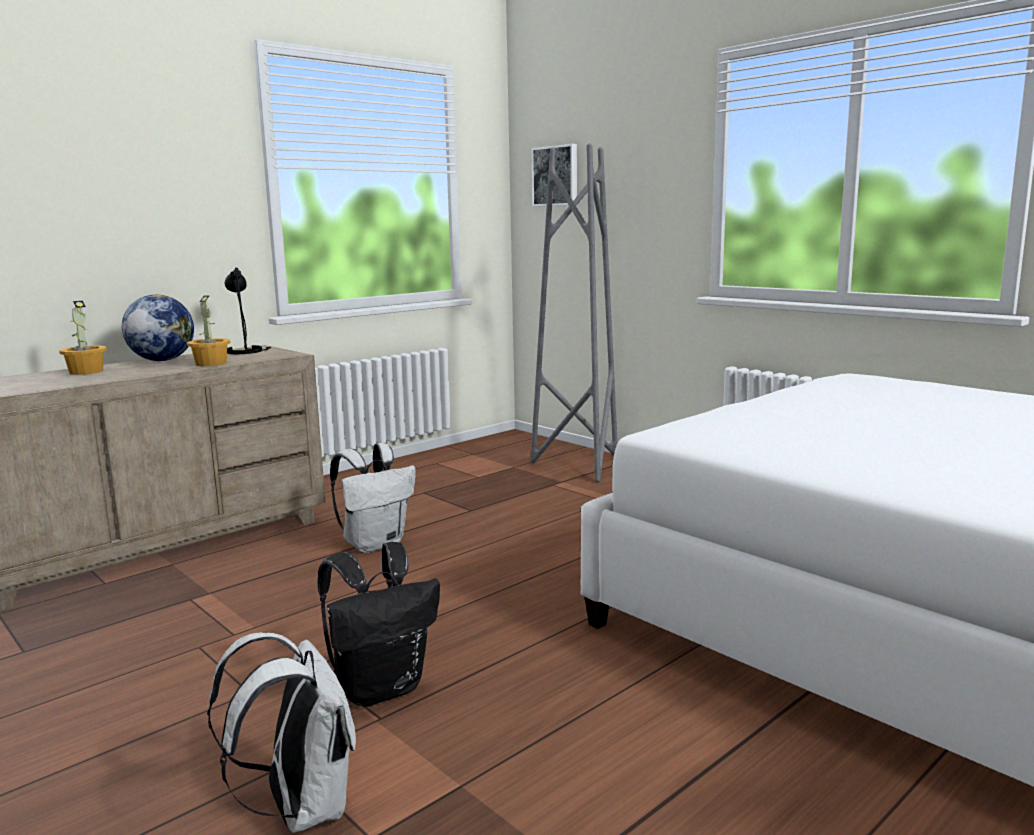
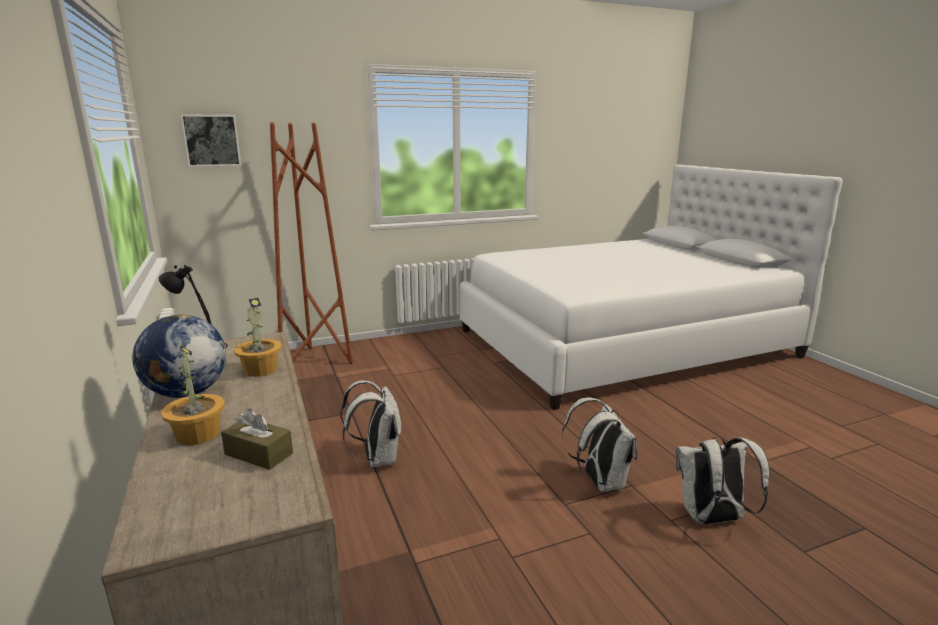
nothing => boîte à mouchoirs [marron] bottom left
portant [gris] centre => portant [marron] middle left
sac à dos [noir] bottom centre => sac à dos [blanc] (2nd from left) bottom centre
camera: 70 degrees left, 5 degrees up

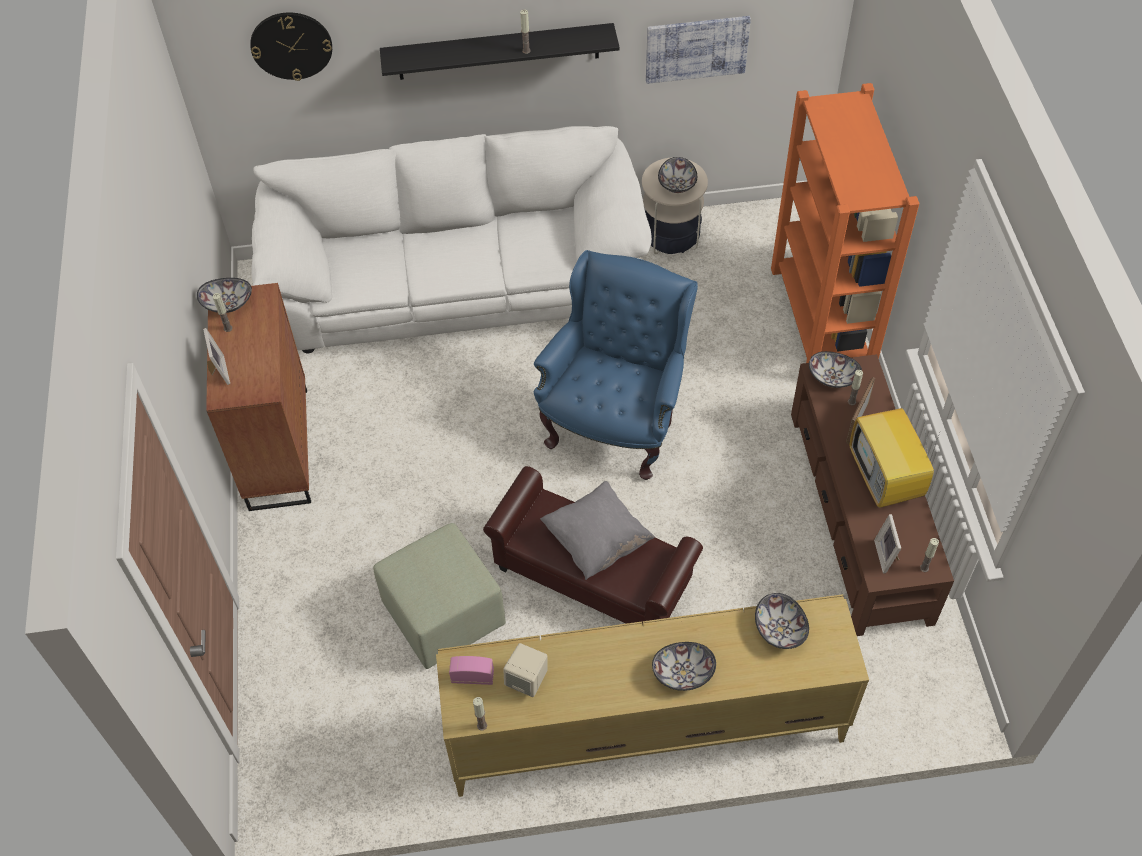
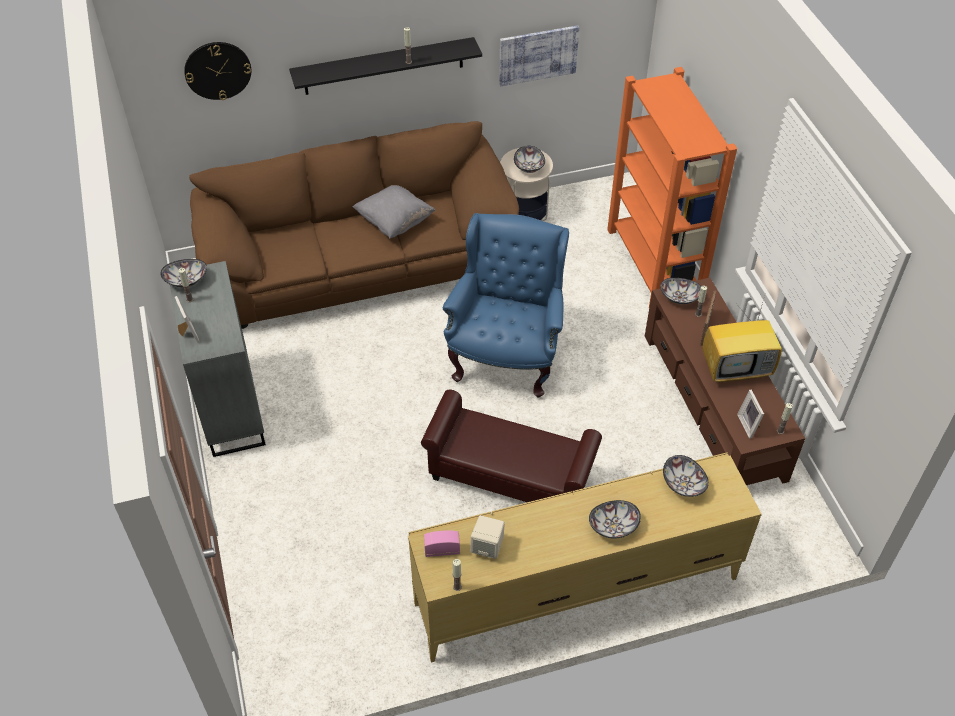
commode [marron] middle left => commode [gris] middle left
canapé [blanc] top centre => canapé [marron] top centre
coussin [gris] centre => coussin [gris] top centre, moved
téléviseur middle right, 75 degrees counterclockwise
pouf [vert] bottom centre => nothing
camera: 10 degrees left, 5 degrees down

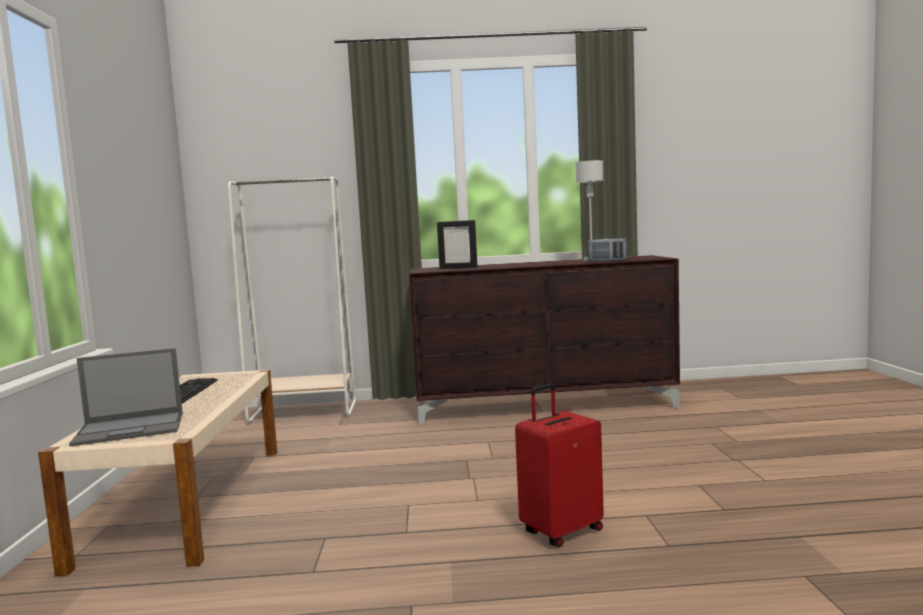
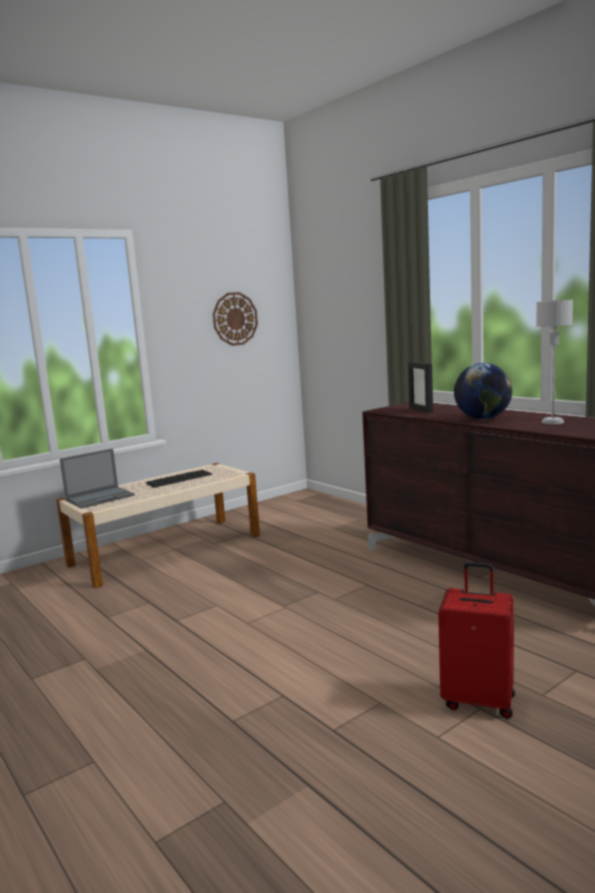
ordinateur portable middle left, 75 degrees counterclockwise
nothing => horloge murale centre
valise [rouge] bottom centre => valise [rouge] bottom right, moved
nothing => globe middle right
portant middle left => nothing
radio centre => nothing
camera: 55 degrees right, 5 degrees up

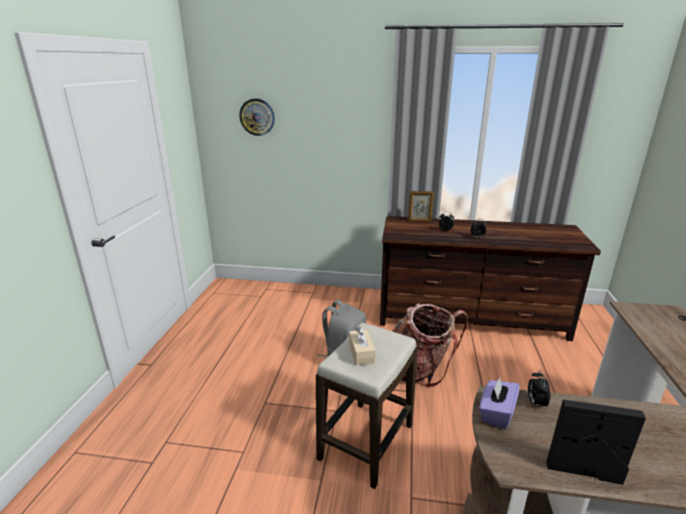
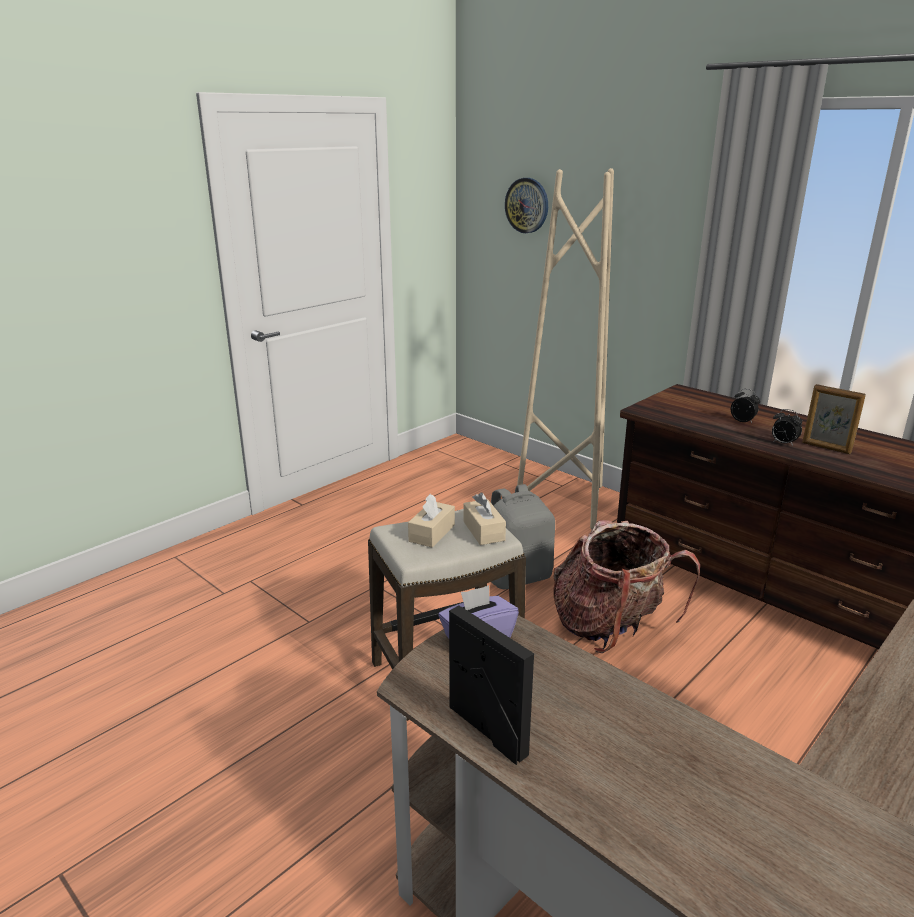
nothing => boîte à mouchoirs [beige] (2nd from left) centre
nothing => portant [beige] centre
cadre photo (1st from left in the first image) centre => cadre photo (2nd from left) middle right, moved
réveil (3rd from left) bottom right => nothing
camera: 35 degrees right, 0 degrees up

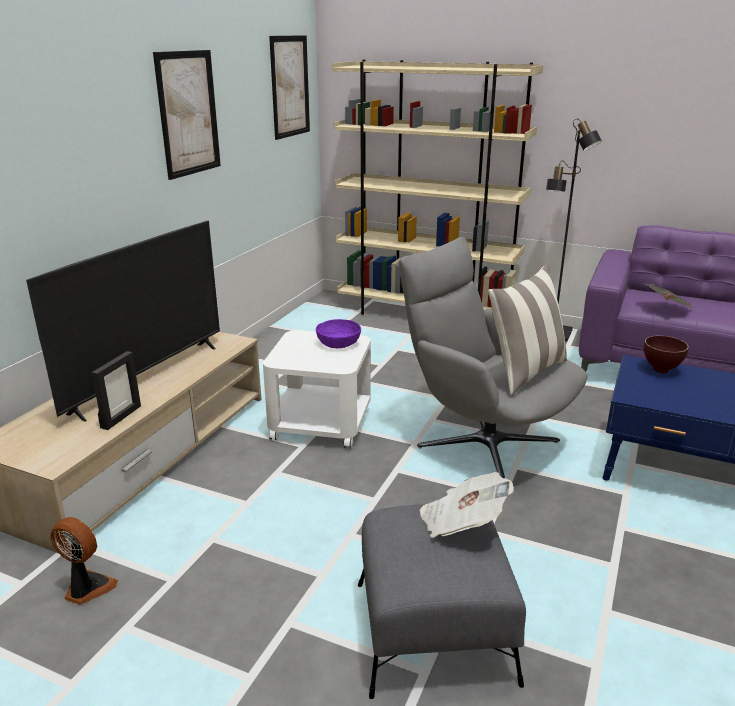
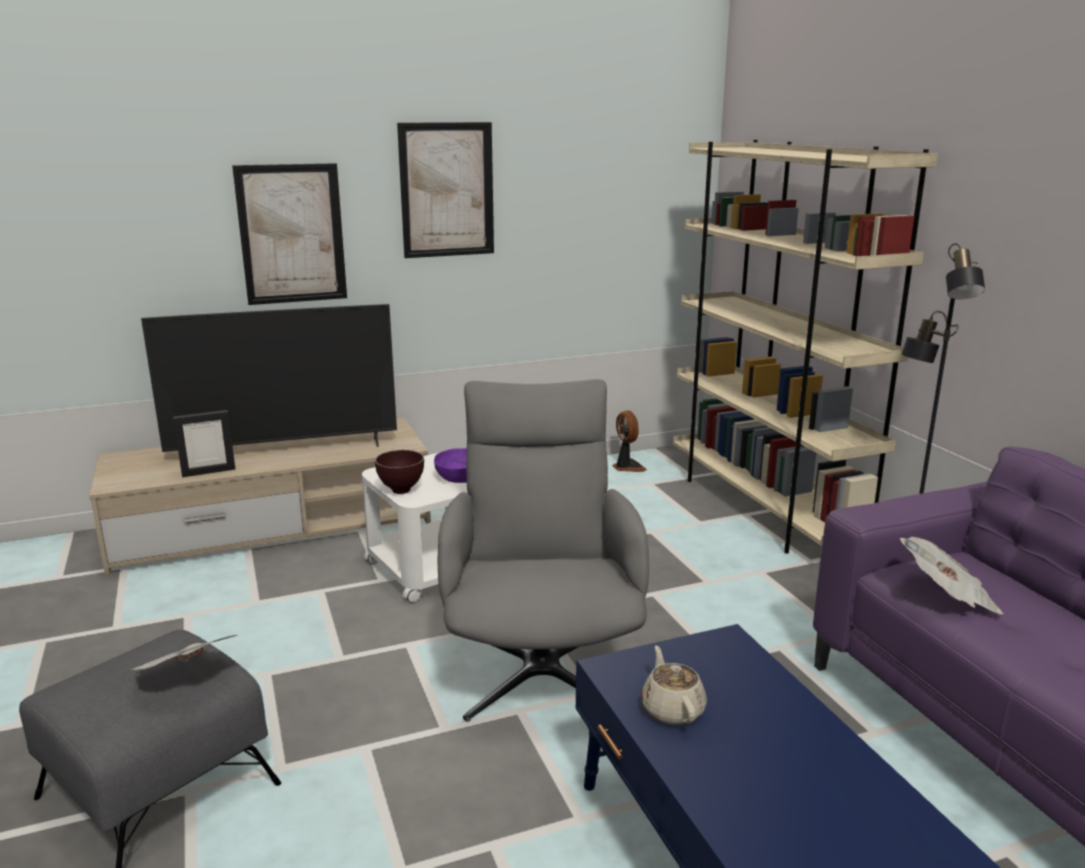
tableau (2nd from left in the first image) top centre => tableau (1st from left) top left, moved
bol [marron] middle right => bol [marron] centre, moved
ventilateur bottom left => ventilateur centre, moved
nothing => théière [beige] bottom centre
coussin middle right => nothing
camera: 45 degrees right, 5 degrees down

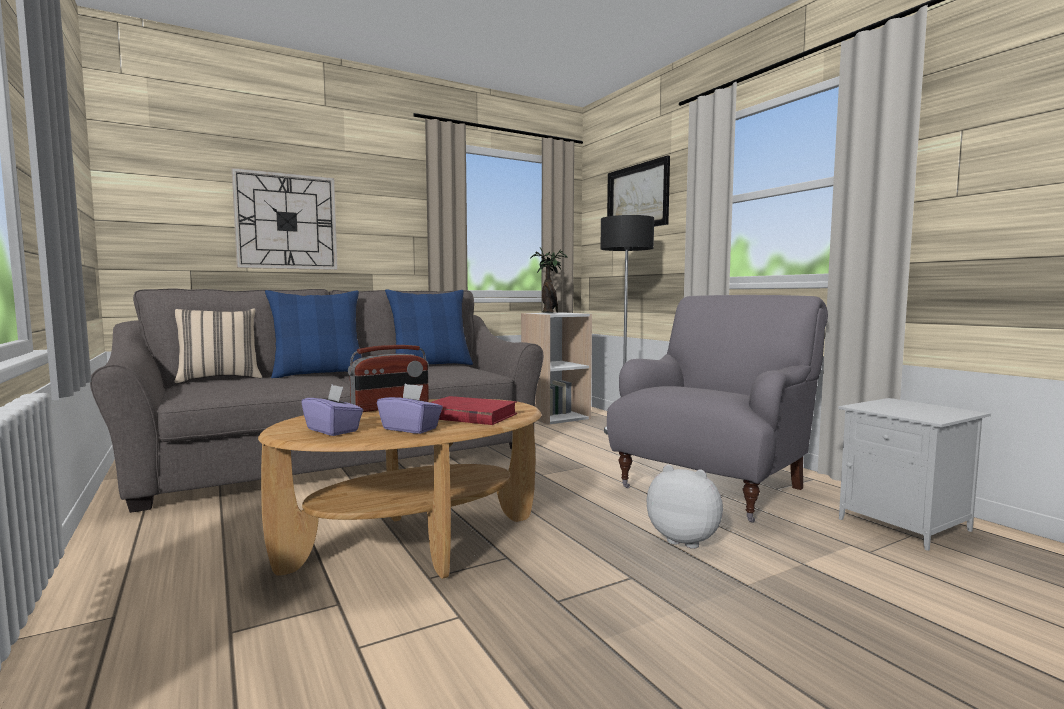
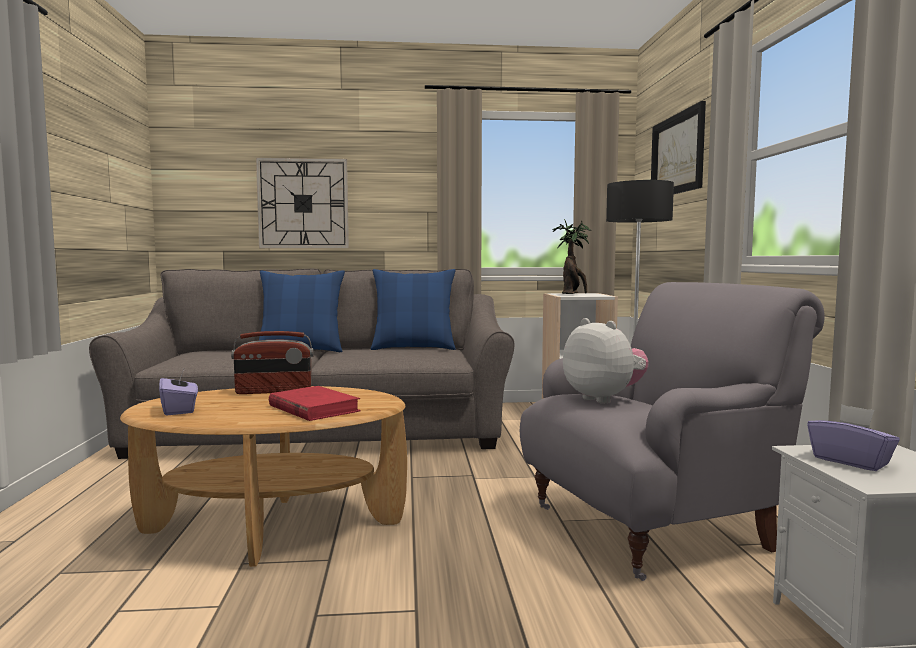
peluche bottom centre => peluche centre, moved
boîte à mouchoirs [violet] (2nd from left) centre => boîte à mouchoirs [violet] (2nd from left) bottom right, moved
coussin [beige] middle left => nothing
camera: 25 degrees right, 0 degrees up

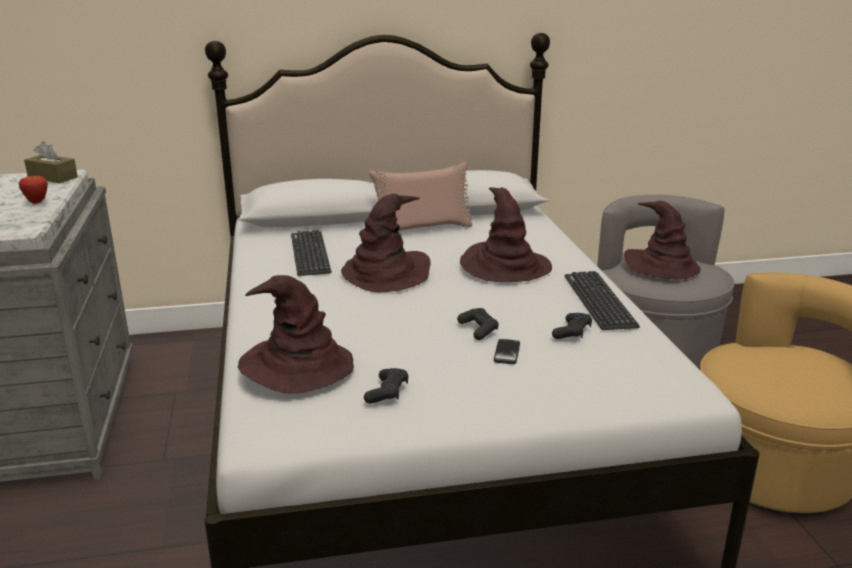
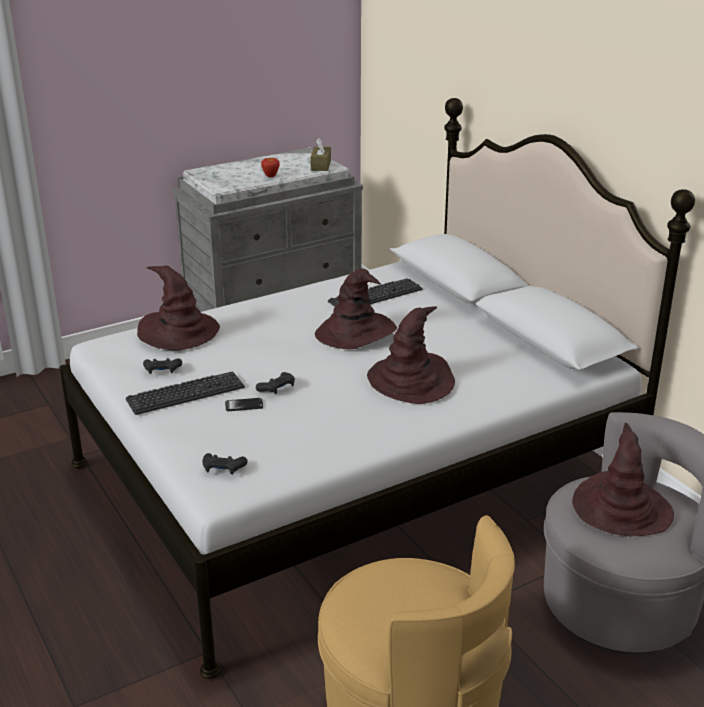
clavier (2nd from left in the first image) middle right => clavier (1st from left) middle left, moved
manette [noir] (3rd from left in the first image) middle right => manette [noir] (2nd from left) middle left, moved
coussin [beige] centre => nothing
camera: 70 degrees right, 5 degrees up

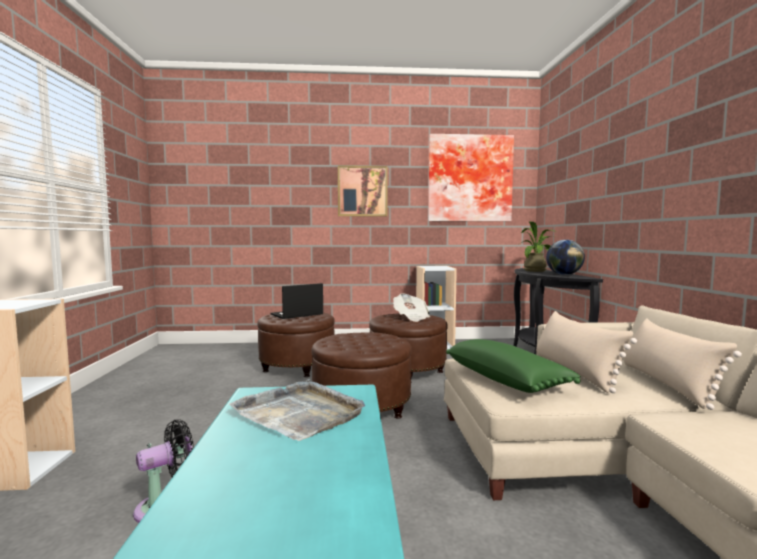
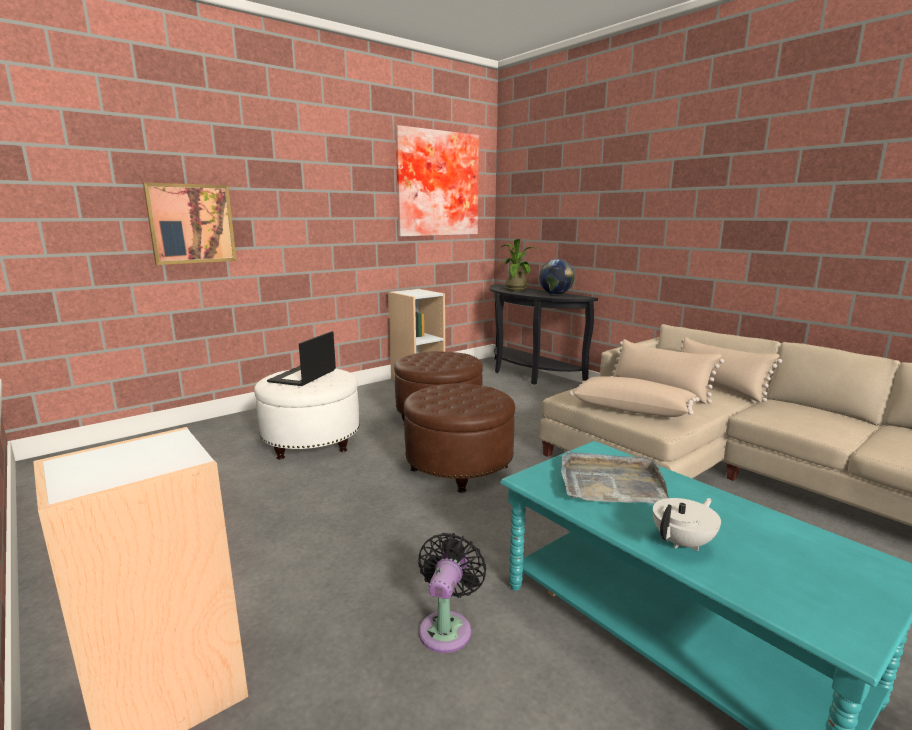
tableau (1st from left) centre => tableau (1st from left) top left, moved
pouf [marron] (1st from left) centre => pouf [blanc] centre
coussin [vert] middle right => coussin [beige] (1st from left) middle right
nothing => théière [blanc] bottom right
journal centre => nothing
camera: 35 degrees left, 10 degrees up

